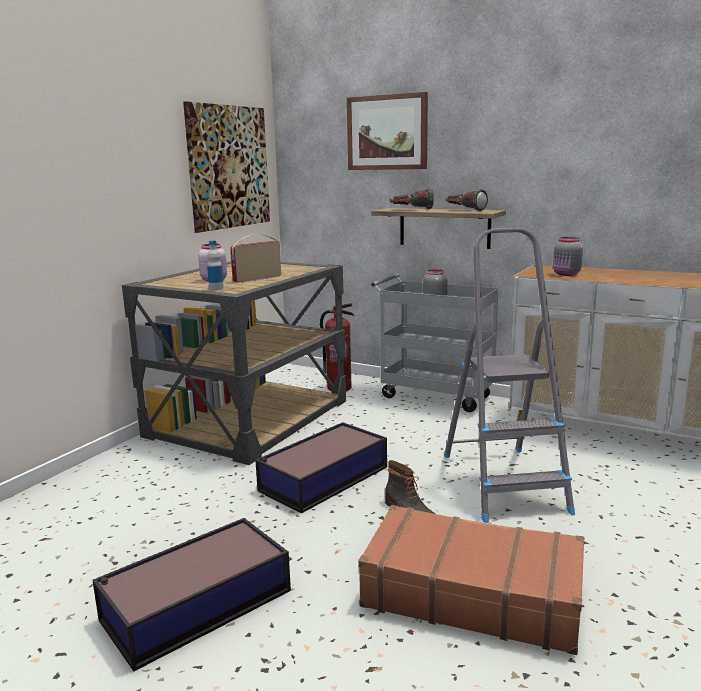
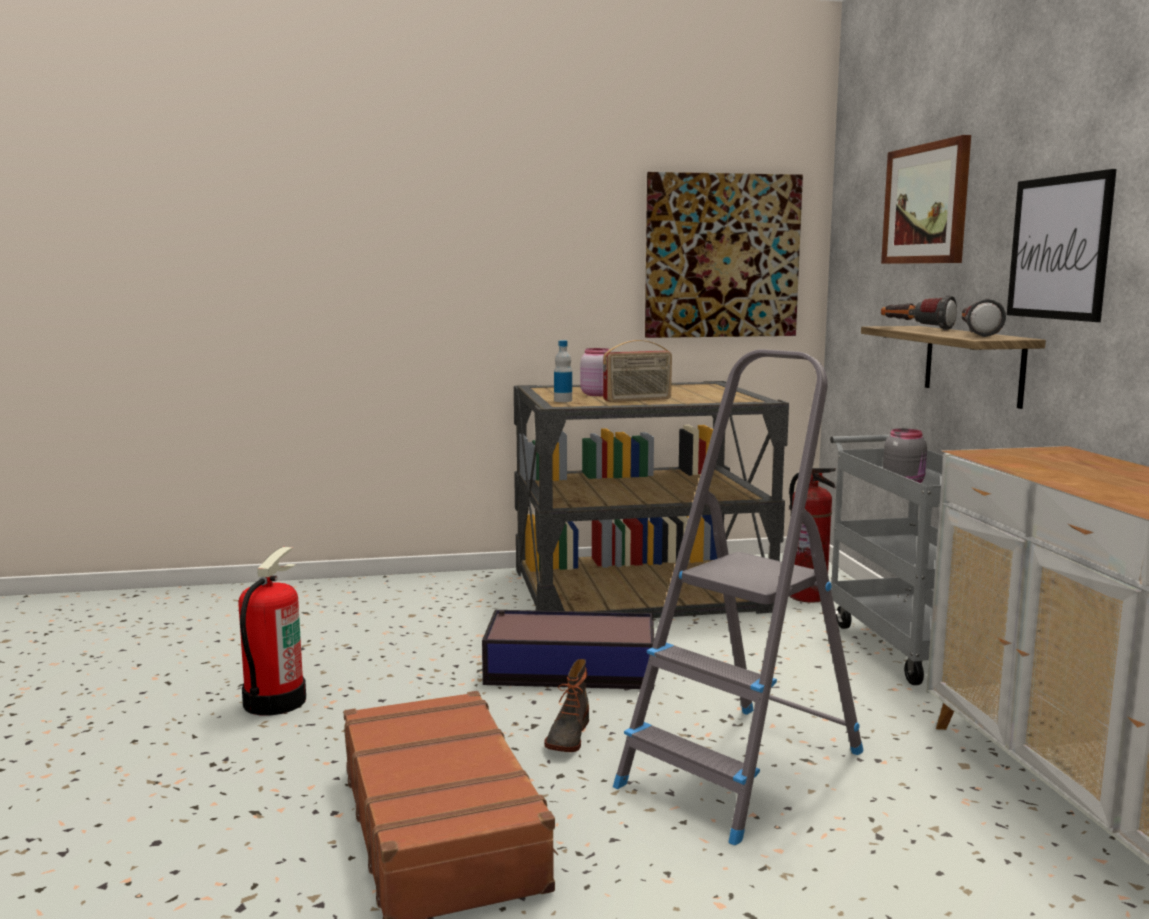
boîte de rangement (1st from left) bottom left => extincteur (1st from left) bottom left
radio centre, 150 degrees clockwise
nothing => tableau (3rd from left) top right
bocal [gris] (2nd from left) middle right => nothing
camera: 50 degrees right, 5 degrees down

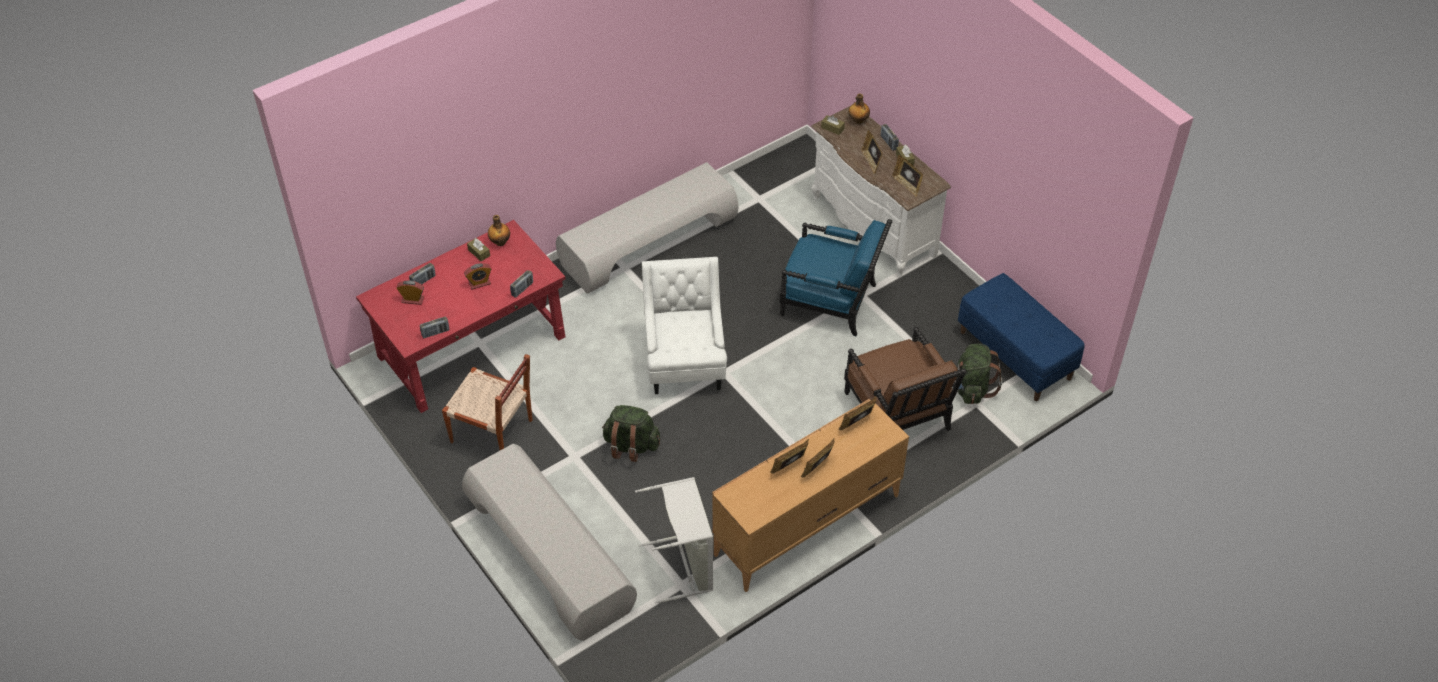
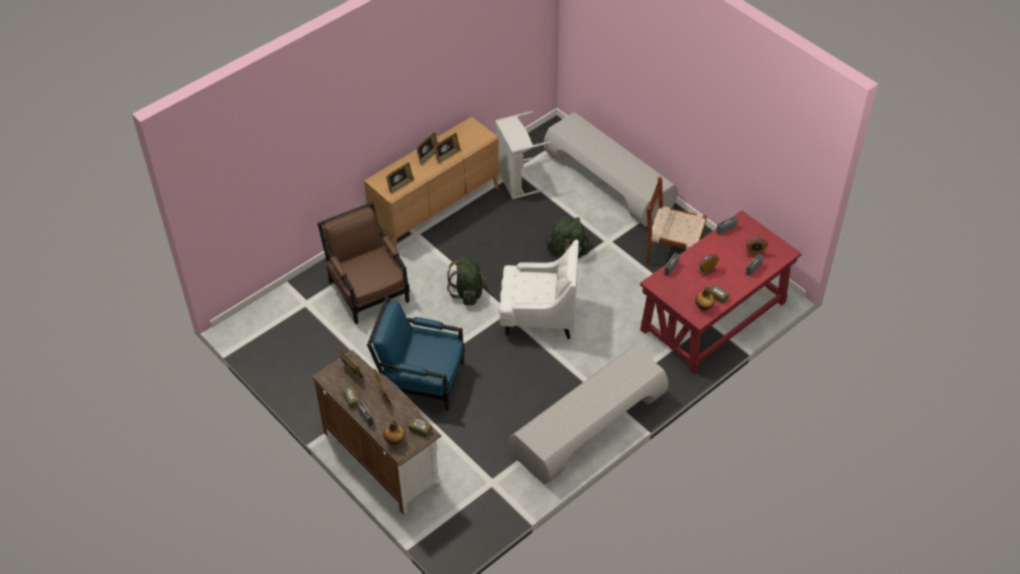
sac à dos [vert] (2nd from left in the first image) middle right => sac à dos [vert] (1st from left) centre, moved
fauteuil [blanc] centre, 75 degrees counterclockwise
banc [bleu] middle right => nothing
camera: 175 degrees right, 0 degrees up

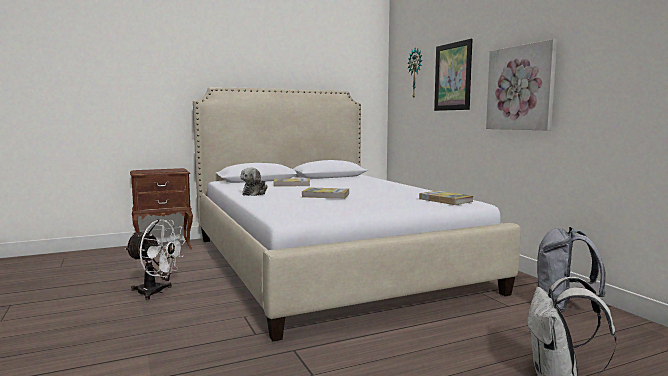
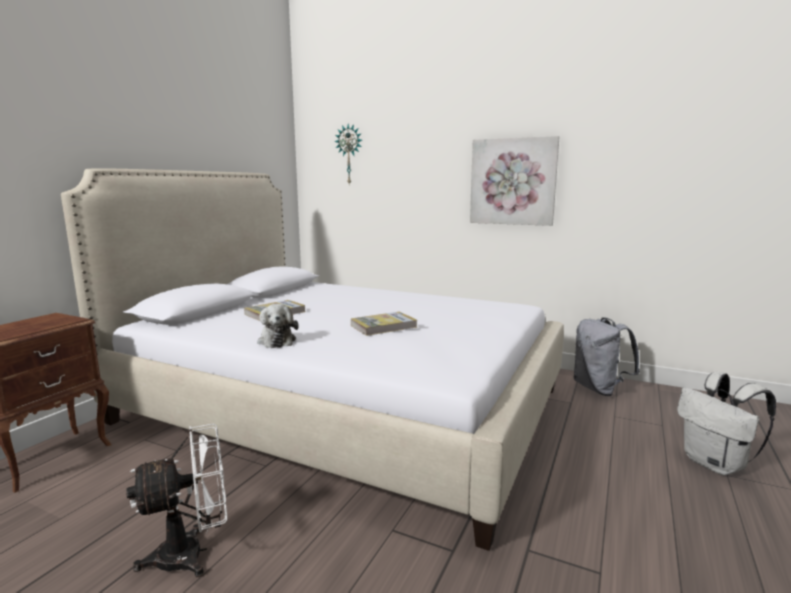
livre (3rd from left) middle right => nothing
tableau (1st from left) top right => nothing
camera: 40 degrees left, 5 degrees up

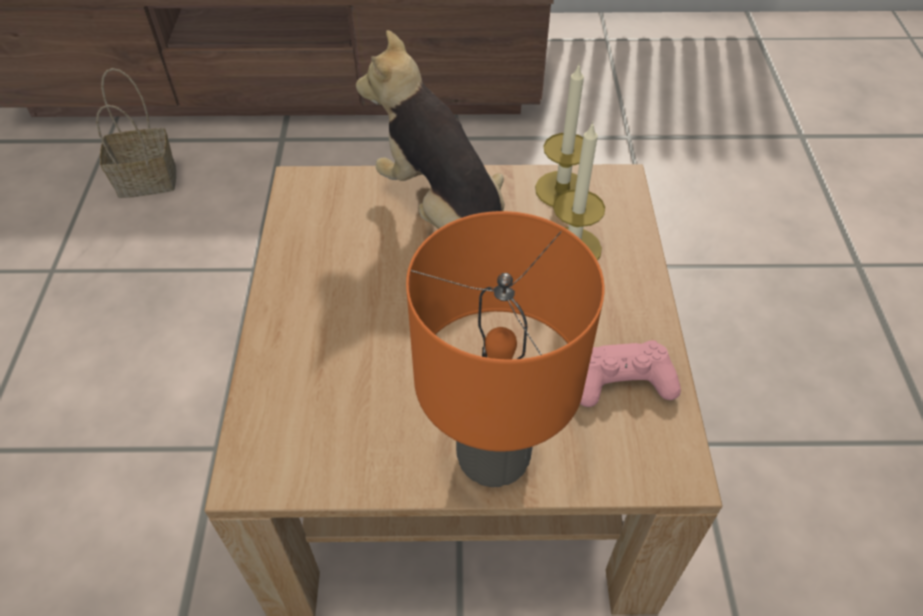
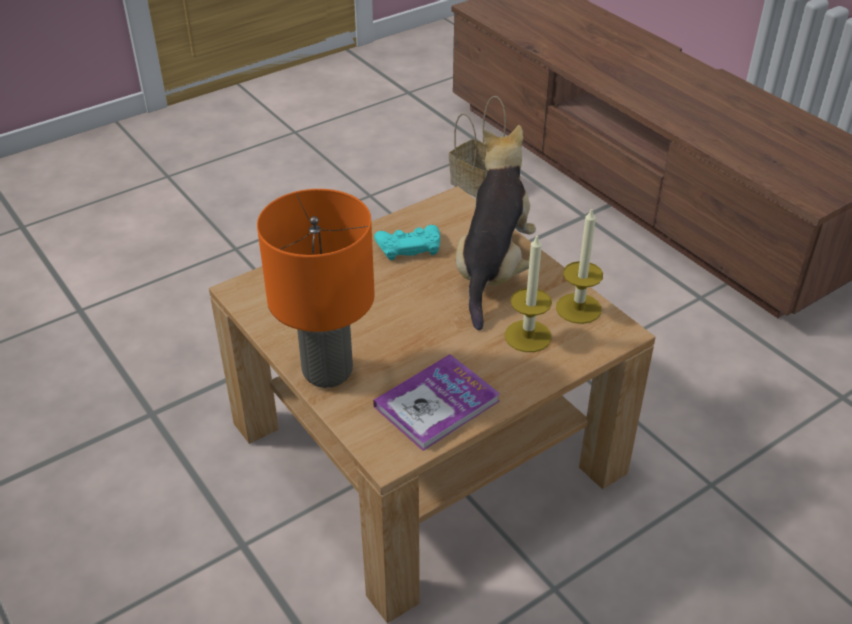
manette [rose] middle right => livre centre
nothing => manette [turquoise] centre
camera: 55 degrees right, 10 degrees down

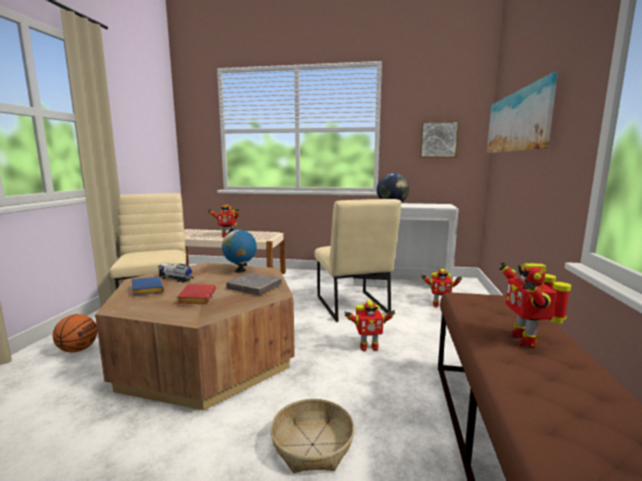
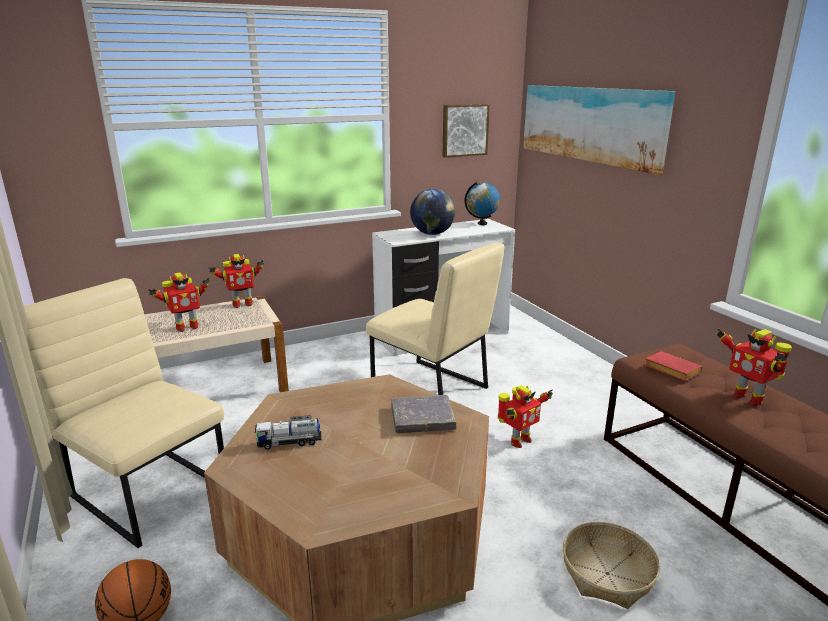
robot jouet (3rd from left in the first image) middle right => robot jouet (2nd from left) middle left, moved
globe (1st from left in the first image) centre => globe (2nd from left) top centre, moved
livre [rouge] middle left => livre [rouge] middle right, moved
livre [bleu] middle left => nothing
camera: 35 degrees left, 10 degrees up

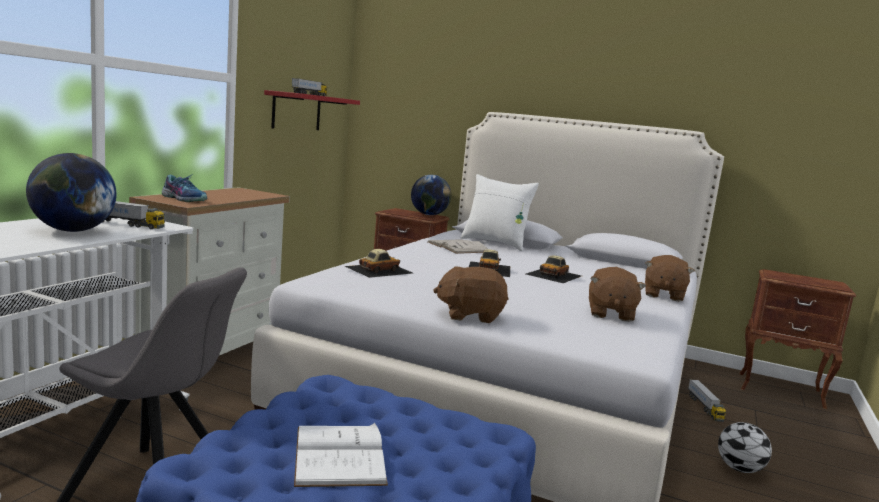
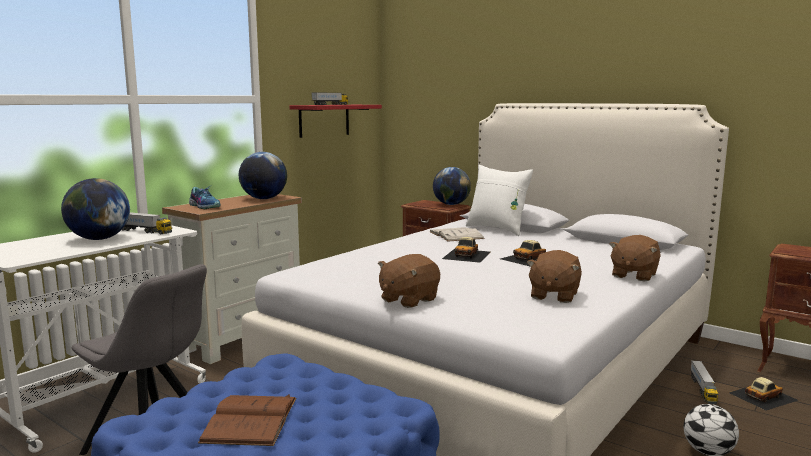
livre [blanc] (1st from left) bottom centre => livre [marron] bottom left
nothing => globe (2nd from left) middle left
peluche [marron] (1st from left) centre, 60 degrees counterclockwise
petite voiture (1st from left in the first image) centre => petite voiture (3rd from left) bottom right, moved
camera: 15 degrees right, 0 degrees up

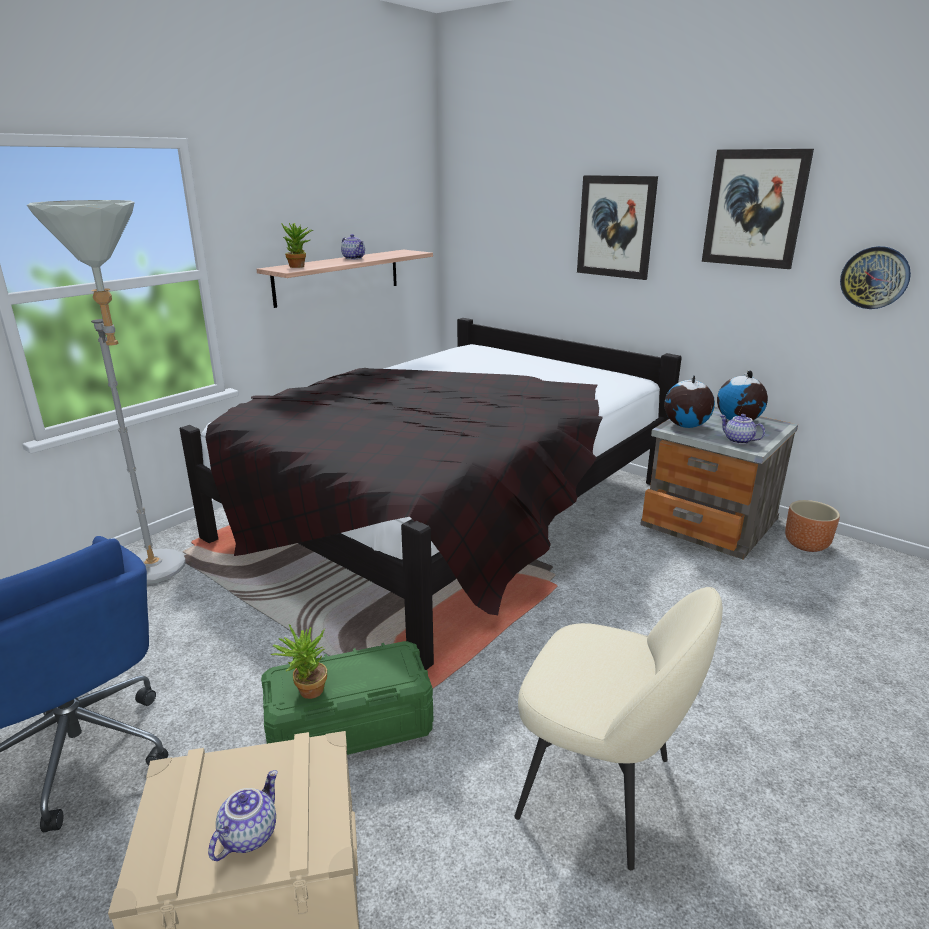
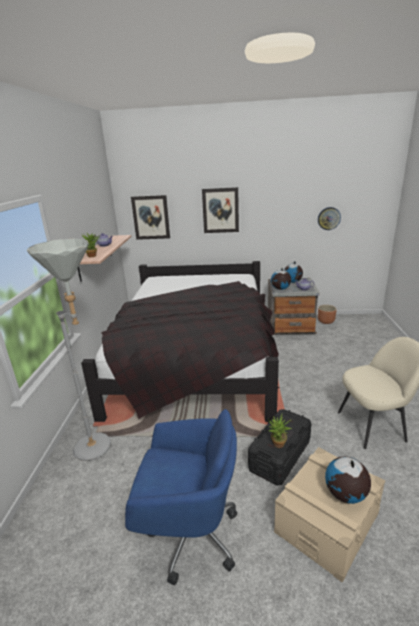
tableau (2nd from left in the first image) top right => tableau (1st from left) centre, moved
boîte de rangement [vert] bottom centre => boîte de rangement [noir] bottom centre
théière (1st from left) bottom left => globe (3rd from left) bottom right
camera: 35 degrees left, 0 degrees up

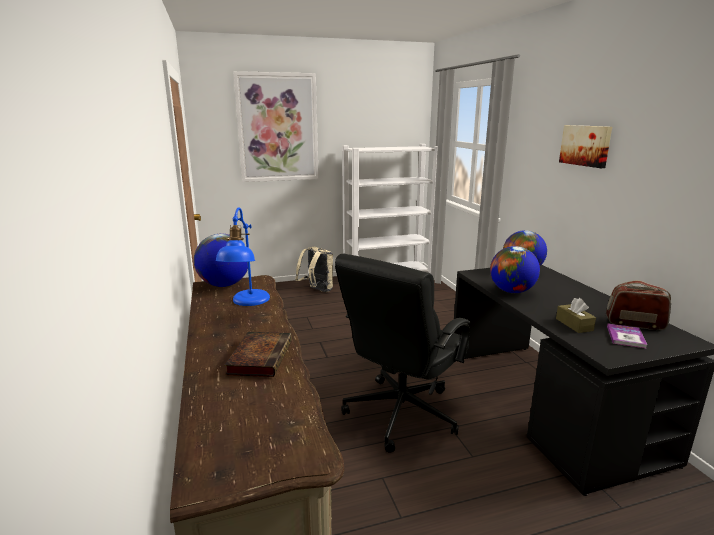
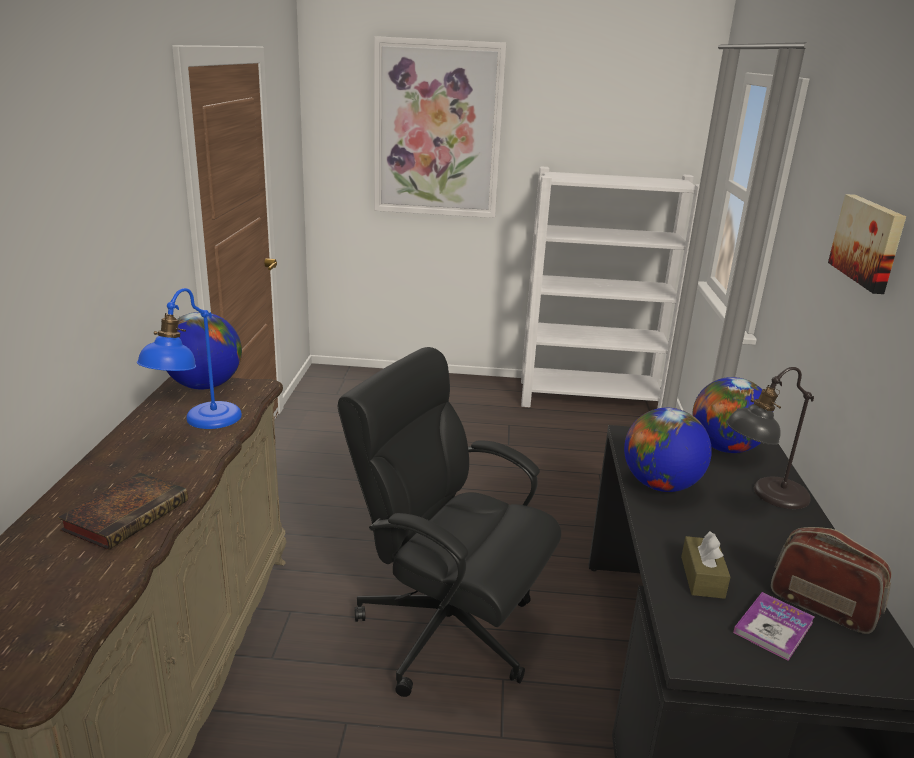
chaise de bureau [noir] centre => chaise de bureau [noir] bottom centre, 60 degrees clockwise
nothing => lampe de table [gris] middle right
sac à dos [beige] centre => nothing
camera: 20 degrees right, 5 degrees up

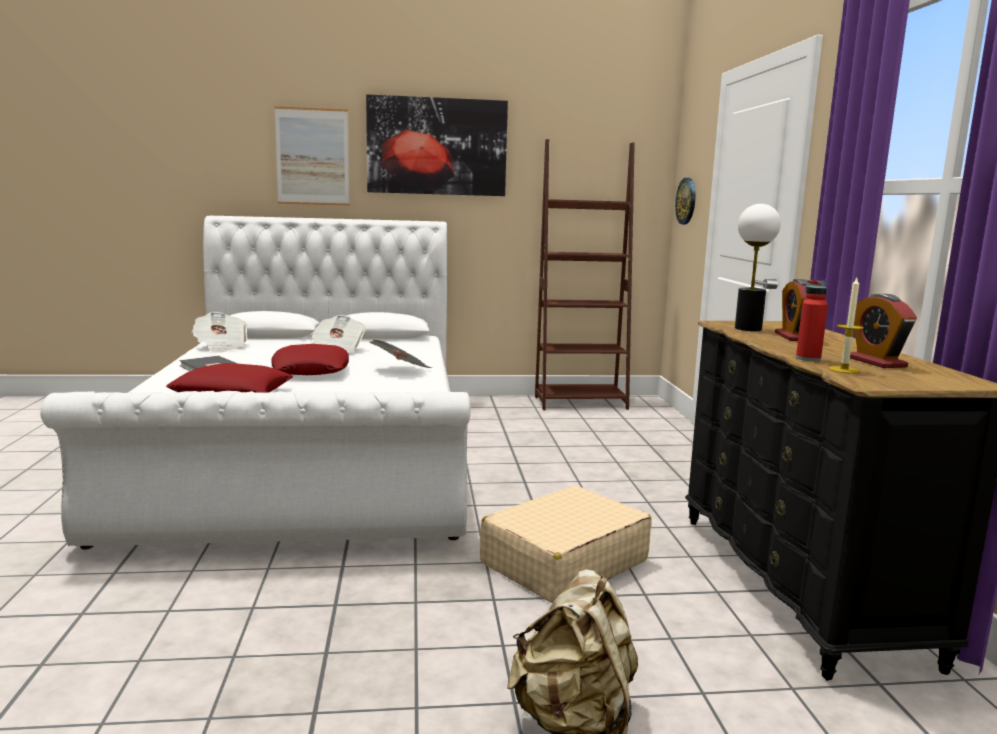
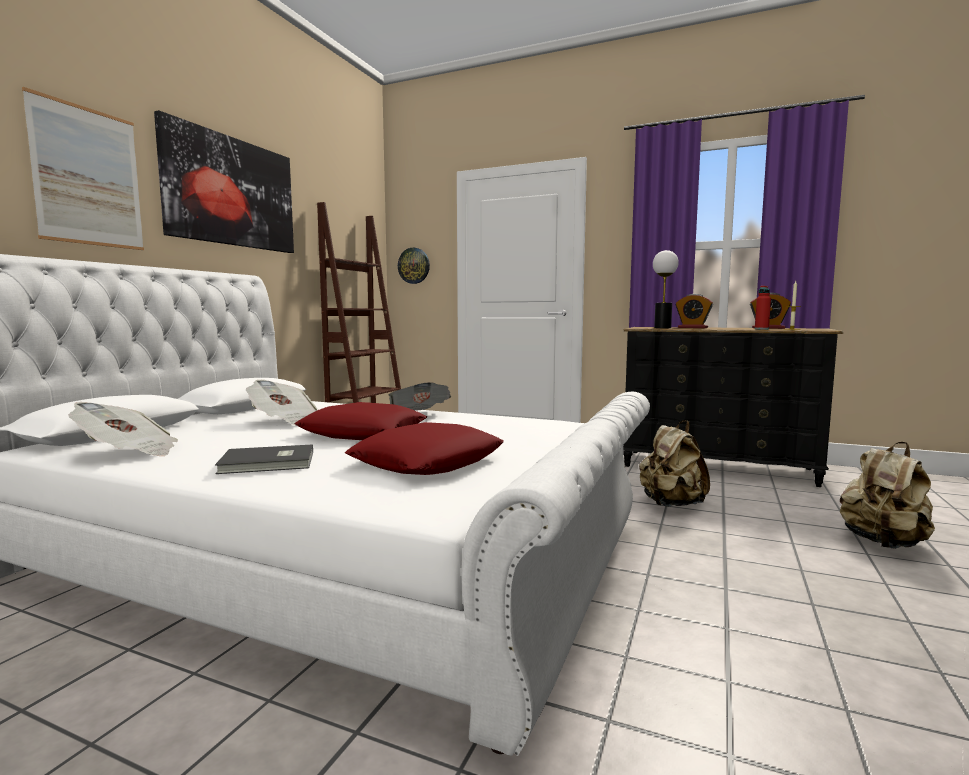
valise [beige] bottom centre => sac à dos [beige] (1st from left) middle right
camera: 60 degrees left, 5 degrees down

